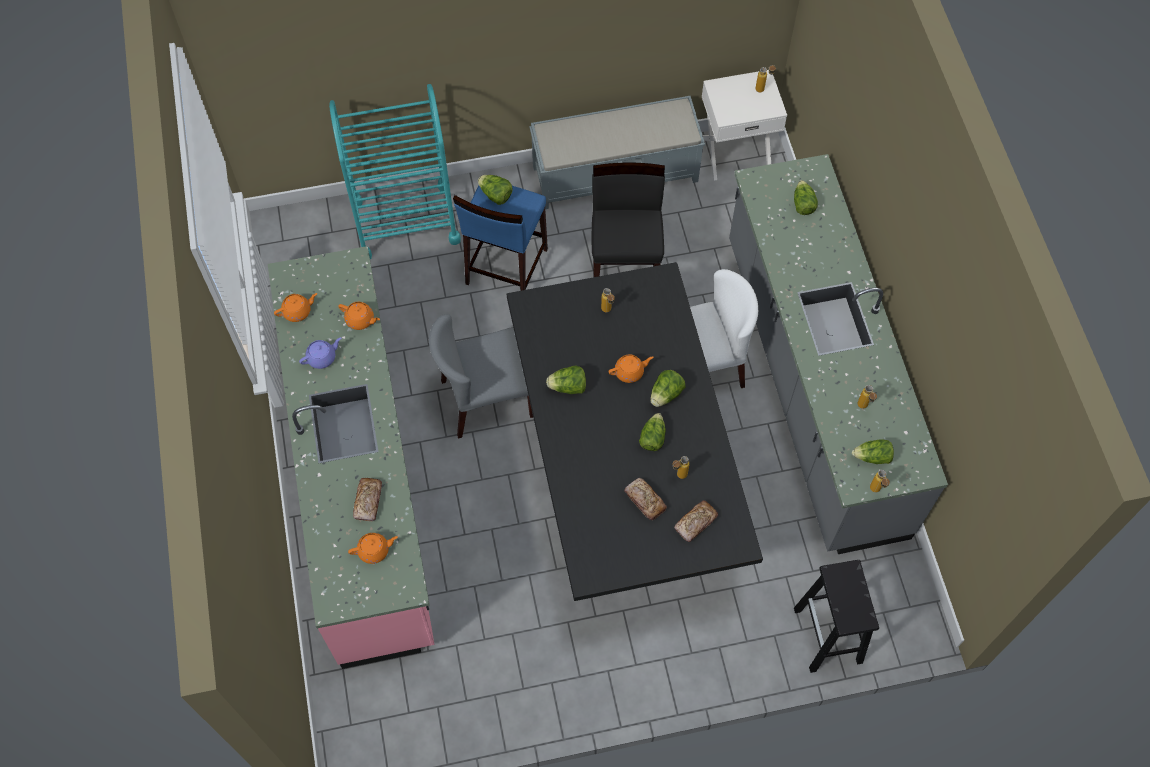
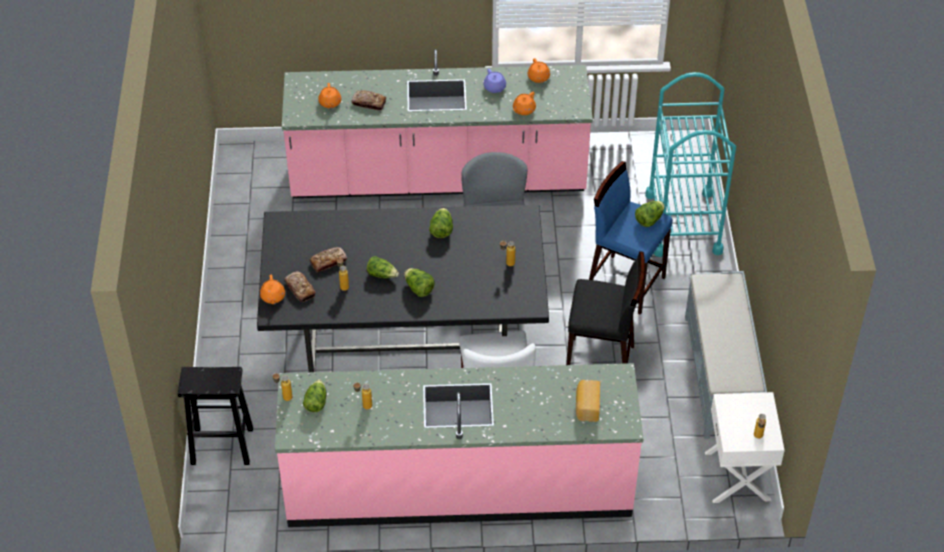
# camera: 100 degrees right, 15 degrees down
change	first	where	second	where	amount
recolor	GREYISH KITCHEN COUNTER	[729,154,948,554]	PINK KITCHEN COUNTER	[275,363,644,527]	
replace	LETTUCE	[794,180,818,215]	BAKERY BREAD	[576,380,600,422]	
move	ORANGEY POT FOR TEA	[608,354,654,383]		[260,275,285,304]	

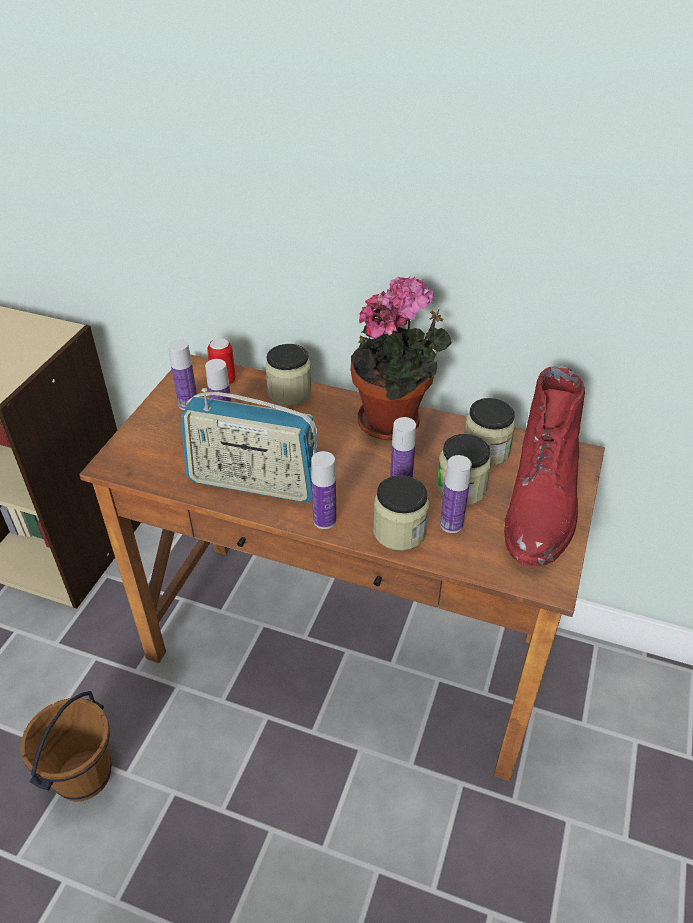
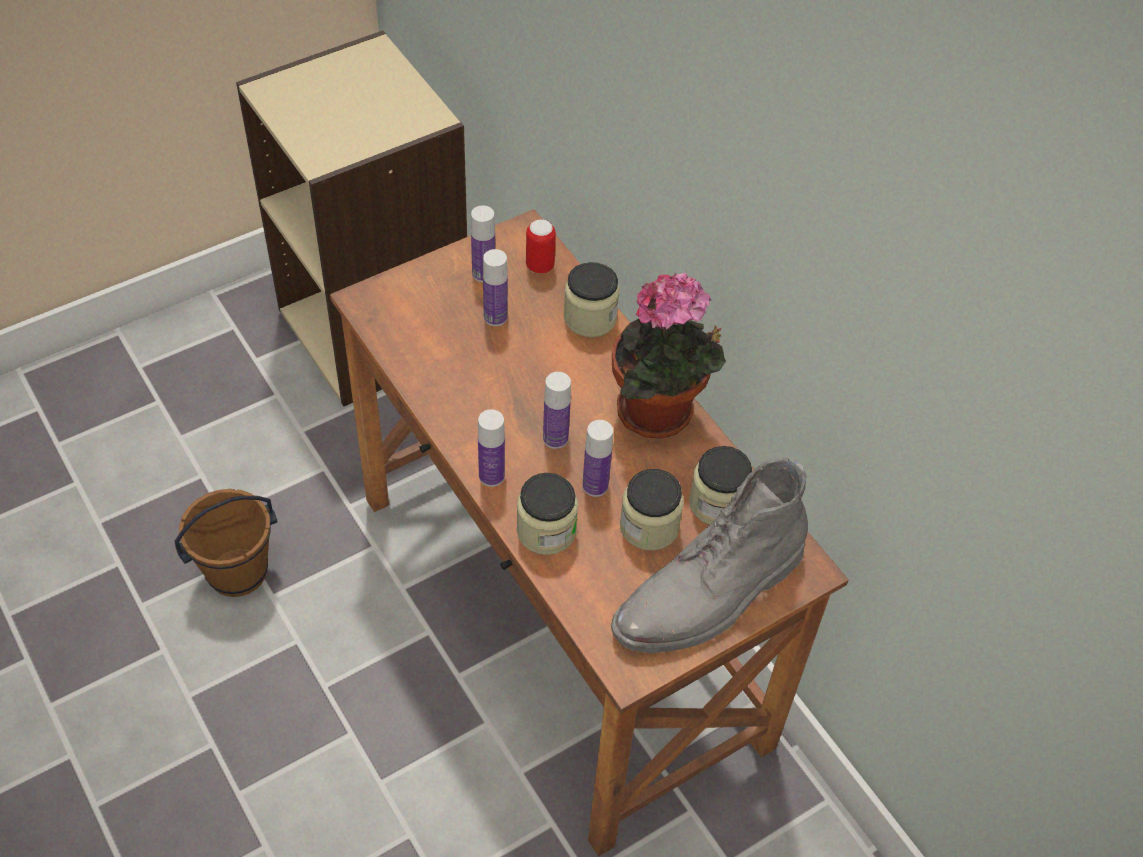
# camera: 35 degrees right, 10 degrees up
change	first	where	second	where	amount
recolor	RED HIGH-TOP BOOT	[504,366,585,567]	GREYISH HIGH-TOP BOOT	[611,457,808,653]	
delete	RADIO SET	[181,388,318,502]			
move	BOTTLE	[440,455,472,533]		[543,372,571,449]	

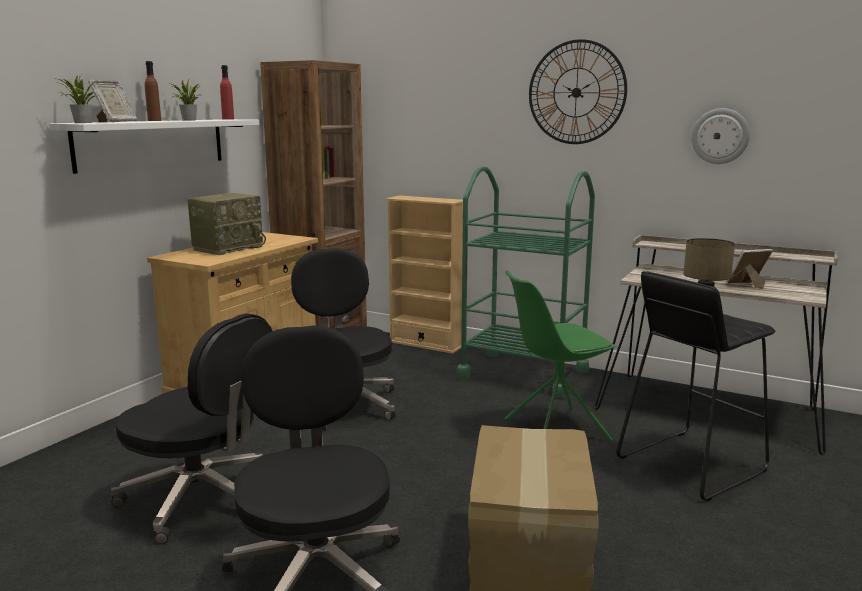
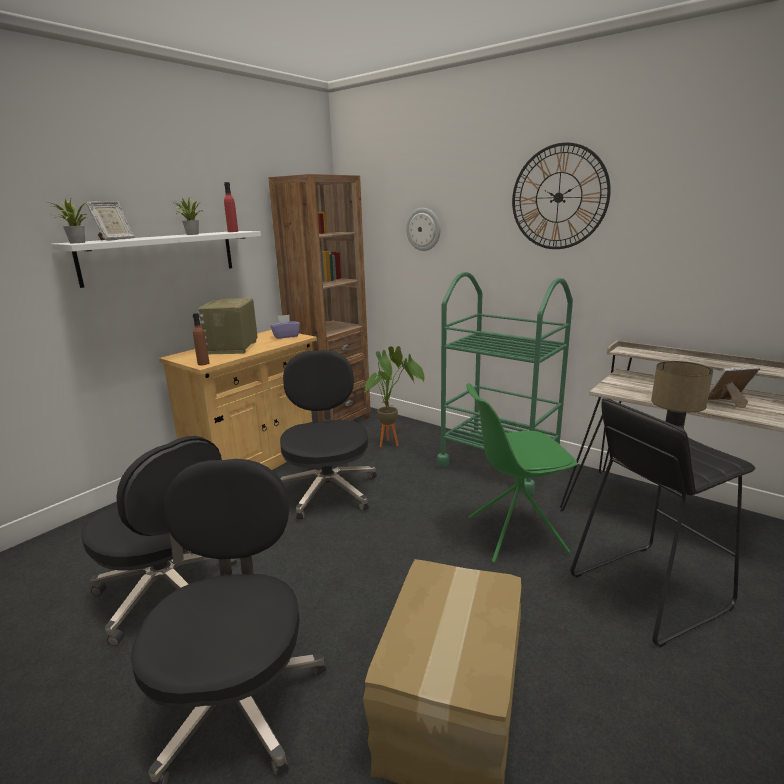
# camera: 10 degrees right, 5 degrees up
change	first	where	second	where	amount
move	BROWN BOTTLE	[145,61,161,121]		[193,313,209,365]	
move	CLOCK ON THE WALL	[691,108,750,164]		[406,208,440,251]	
rotate	RADIO SET	[187,193,266,255]		[199,298,258,354]	135 degrees clockwise
delete	BEIGE BOOKCASE	[386,195,463,354]			
insert			PURPLISH BOX OF TISSUES	[270,315,300,339]	
insert			PLANT IN A POT	[365,346,425,447]	

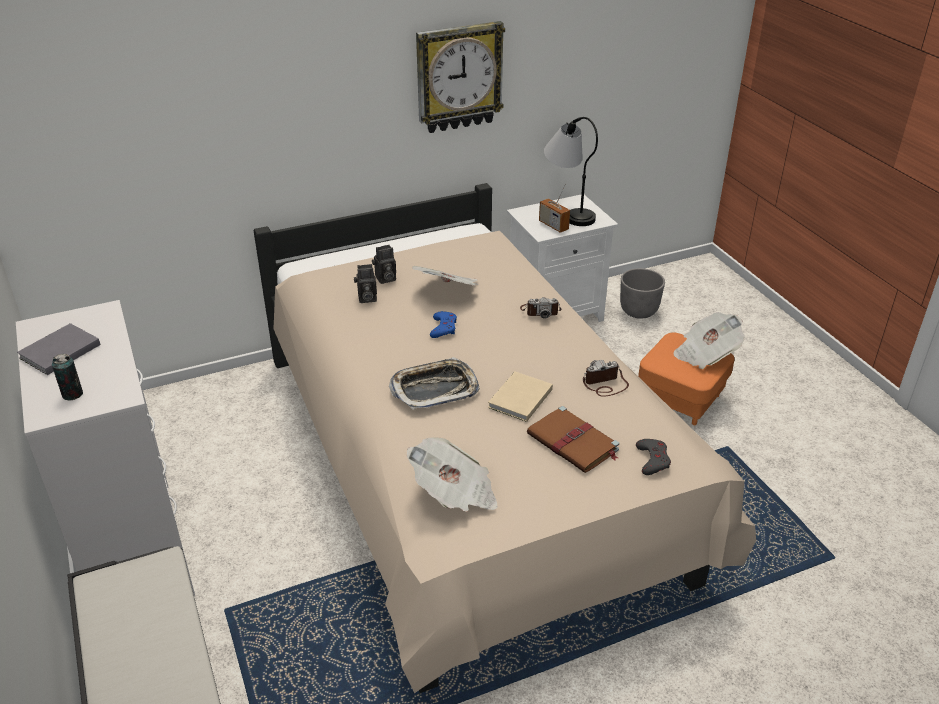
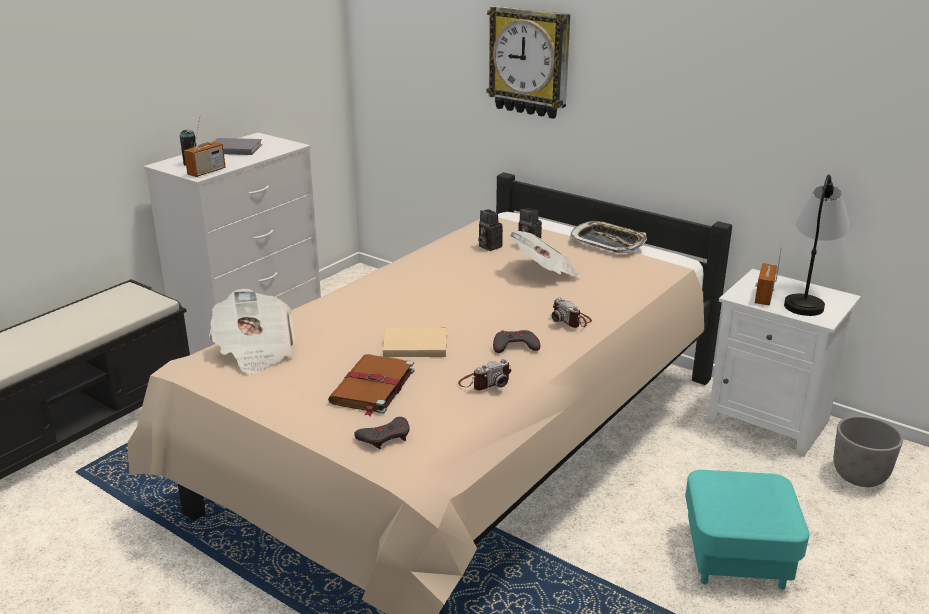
# camera: 60 degrees right, 10 degrees down
change	first	where	second	where	amount
move	CLOCK ON THE WALL	[416,21,505,133]		[486,6,570,119]	
delete	BLUISH JOYPAD	[430,311,457,338]			
delete	NEWSPAPER	[673,312,745,369]			
recolor	ORANGEY OTTOMAN	[638,333,735,425]	TURQUOISE OTTOMAN	[685,470,809,590]	
move	TRAY	[389,357,480,410]		[570,221,647,253]	
rotate	PHOTO CAMERA	[583,360,629,397]		[458,359,511,390]	105 degrees clockwise
insert			RADIO SET	[184,118,226,177]	
insert			GREYISH JOYPAD	[493,330,540,353]	

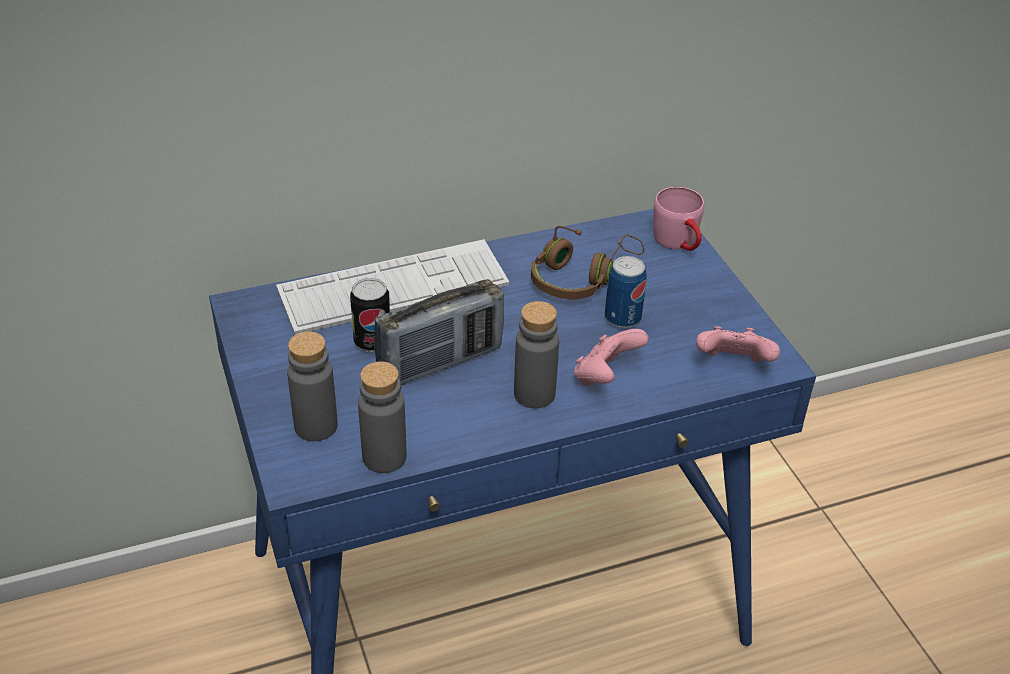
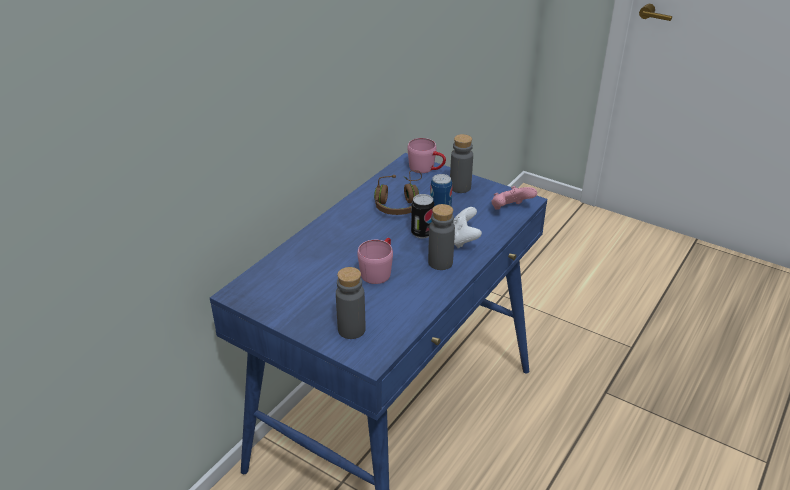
# camera: 35 degrees left, 5 degrees down
change	first	where	second	where	amount
delete	KEYBOARD	[276,239,509,335]			
move	SEALED CAN	[350,278,390,352]		[411,194,434,239]	
replace	RADIO SET	[374,279,504,385]	PINK TEA MUG	[357,238,393,284]	
recolor	PINK JOYPAD	[574,329,649,386]	WHITISH JOYPAD	[453,207,482,248]	
move	GREYISH BOTTLE	[358,361,407,473]		[450,134,473,193]	

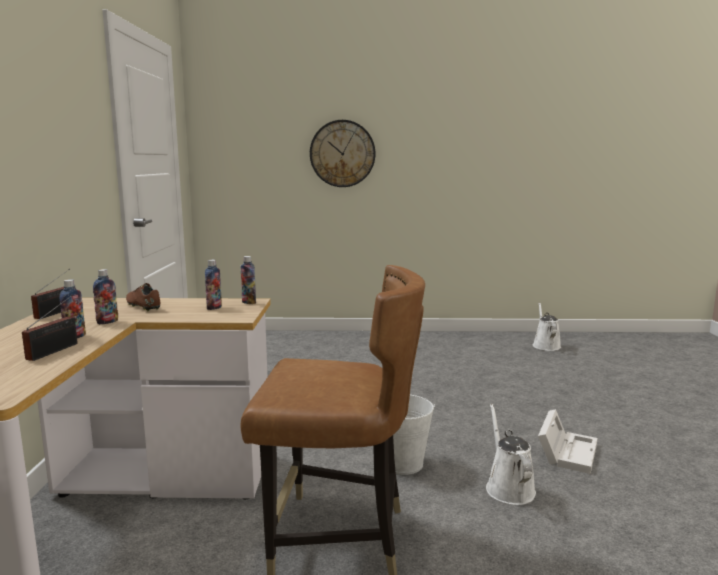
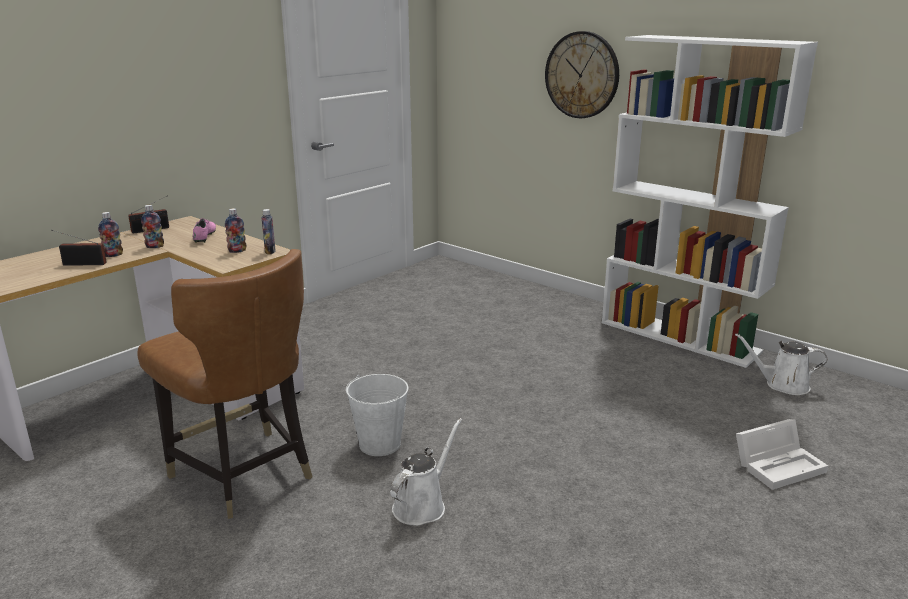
# camera: 40 degrees right, 10 degrees up
change	first	where	second	where	amount
recolor	BROWN LOW SHOE	[126,283,160,311]	PINK LOW SHOE	[193,218,216,243]	
rotate	RADIO SET	[22,295,78,361]		[51,230,106,266]	150 degrees counterclockwise
rotate	WHITISH WATERING CAN	[533,303,561,351]		[735,333,827,395]	120 degrees counterclockwise
move	WHITISH STORAGE BOX	[538,409,597,474]		[736,419,828,490]	
insert			WHITISH BOOKCASE	[602,35,818,368]	

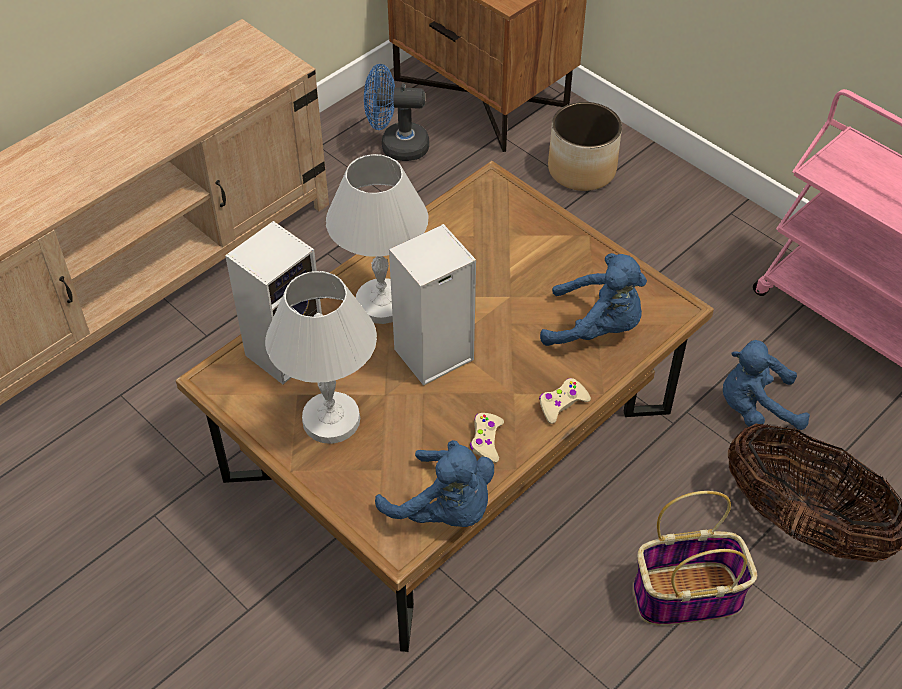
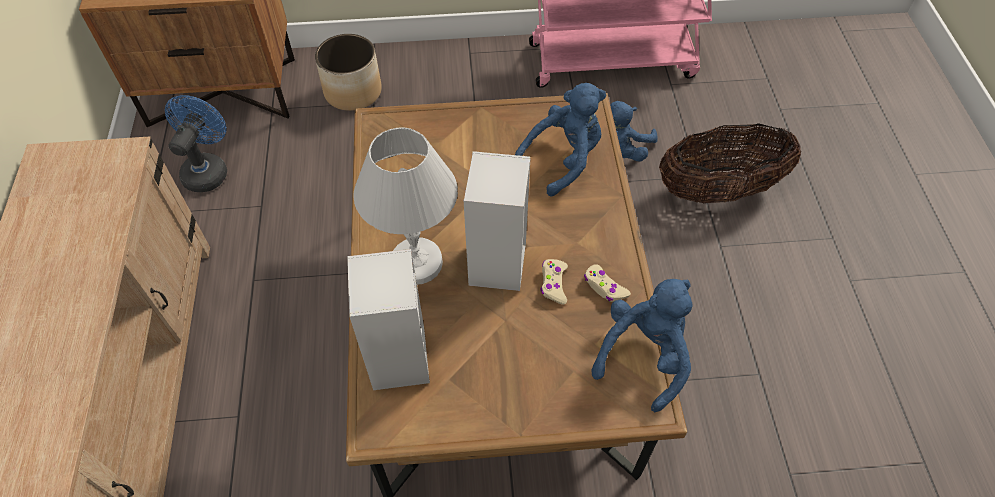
# camera: 50 degrees left, 5 degrees up
change	first	where	second	where	amount
rotate	BLUISH COOLING FAN	[364,64,429,161]		[165,95,227,192]	150 degrees clockwise
delete	WHITISH TABLE LAMP	[265,271,377,444]			
move	BEIGE JOYPAD	[539,378,591,424]		[540,259,568,305]	
rotate	BLUISH CUDDLY TOY	[375,440,494,527]		[592,279,692,412]	45 degrees counterclockwise
delete	BASKET	[633,491,757,626]			

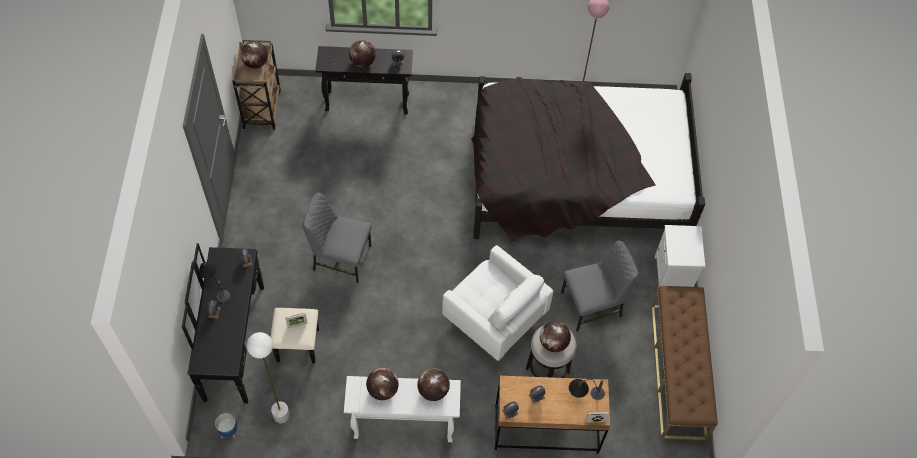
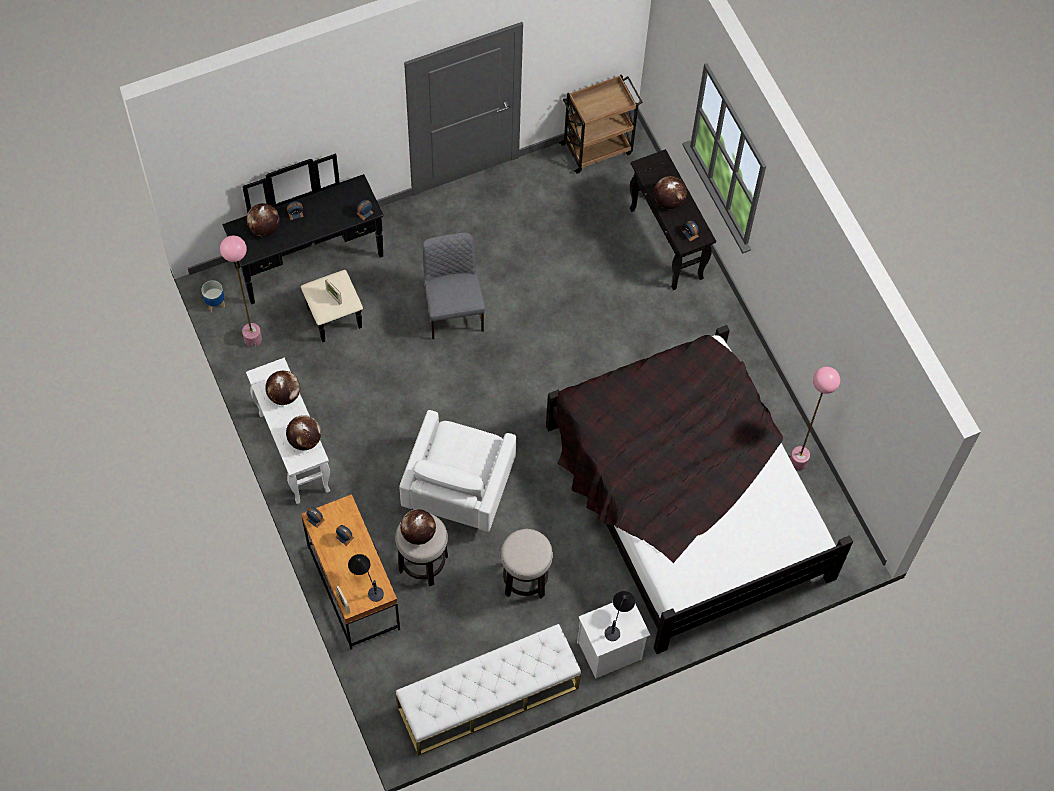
# camera: 65 degrees right, 5 degrees up
change	first	where	second	where	amount
move	DESK GLOBE	[241,41,268,68]		[247,203,280,237]	
replace	GREYISH PLAIN CHAIR	[561,241,638,332]	STOOL SEAT	[500,529,553,599]	
move	TABLE LAMP	[199,262,230,302]		[605,591,635,641]	
recolor	BROWN BENCH	[651,286,718,440]	WHITISH BENCH	[396,624,581,756]	
recolor	WHITISH STANDARD LAMP	[247,332,290,423]	PINK STANDARD LAMP	[220,235,262,347]	

